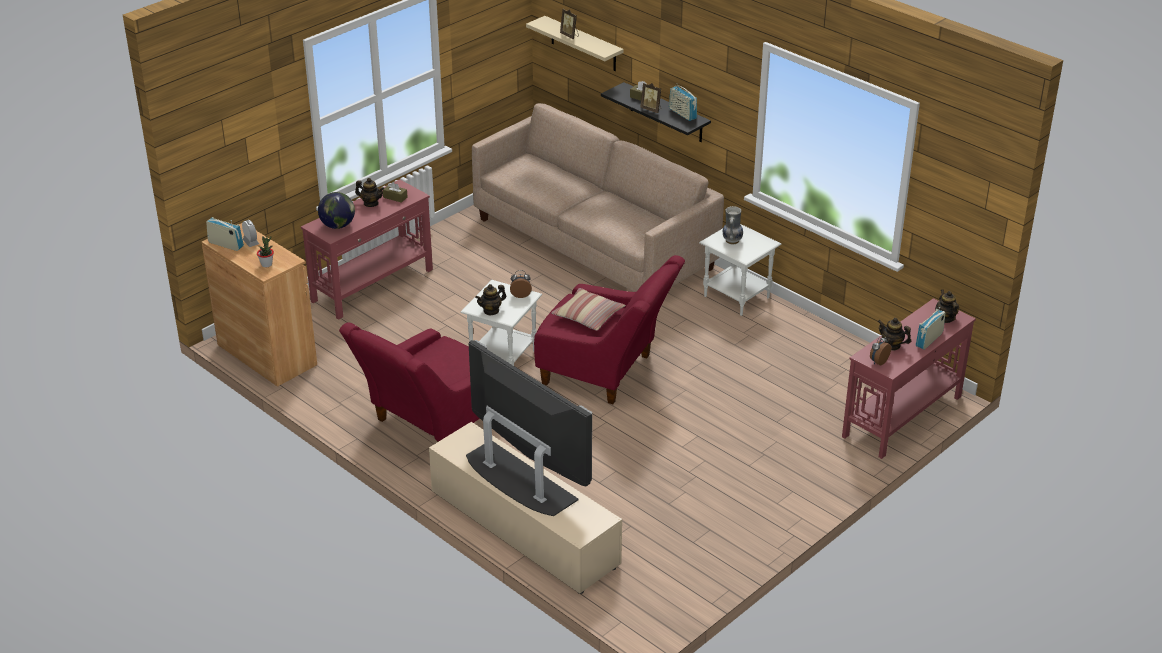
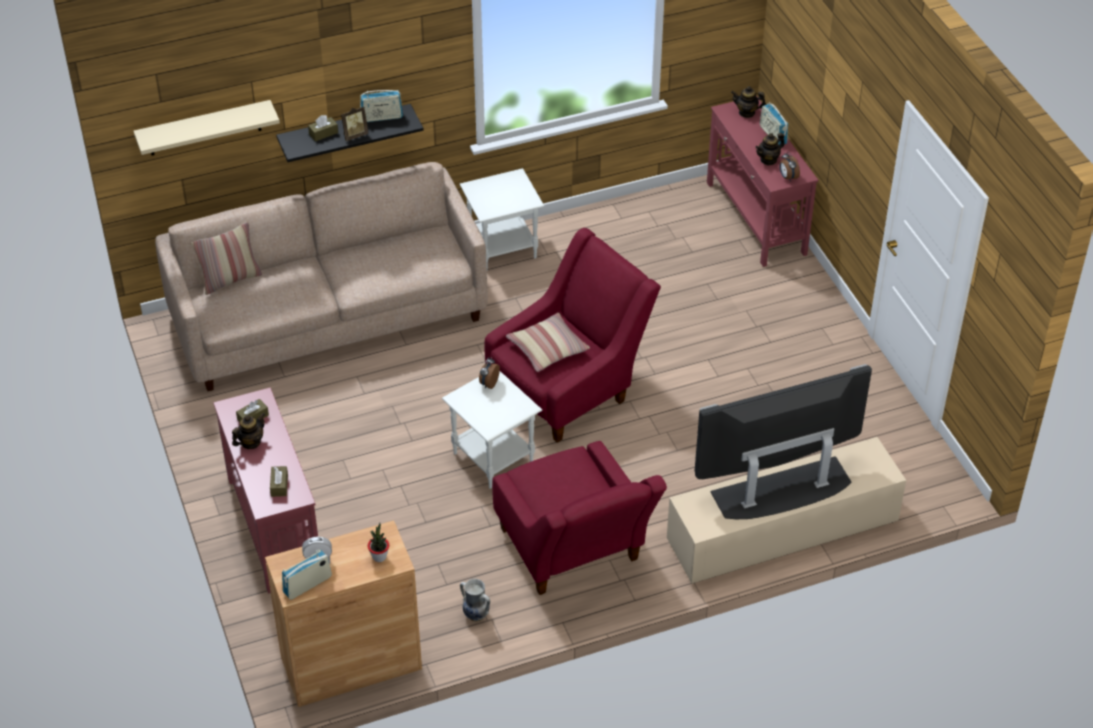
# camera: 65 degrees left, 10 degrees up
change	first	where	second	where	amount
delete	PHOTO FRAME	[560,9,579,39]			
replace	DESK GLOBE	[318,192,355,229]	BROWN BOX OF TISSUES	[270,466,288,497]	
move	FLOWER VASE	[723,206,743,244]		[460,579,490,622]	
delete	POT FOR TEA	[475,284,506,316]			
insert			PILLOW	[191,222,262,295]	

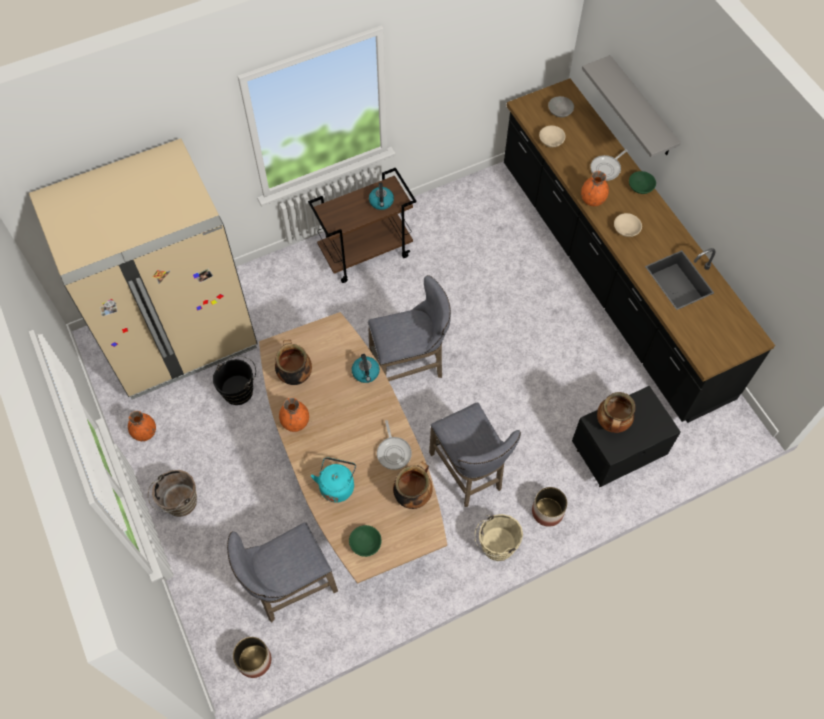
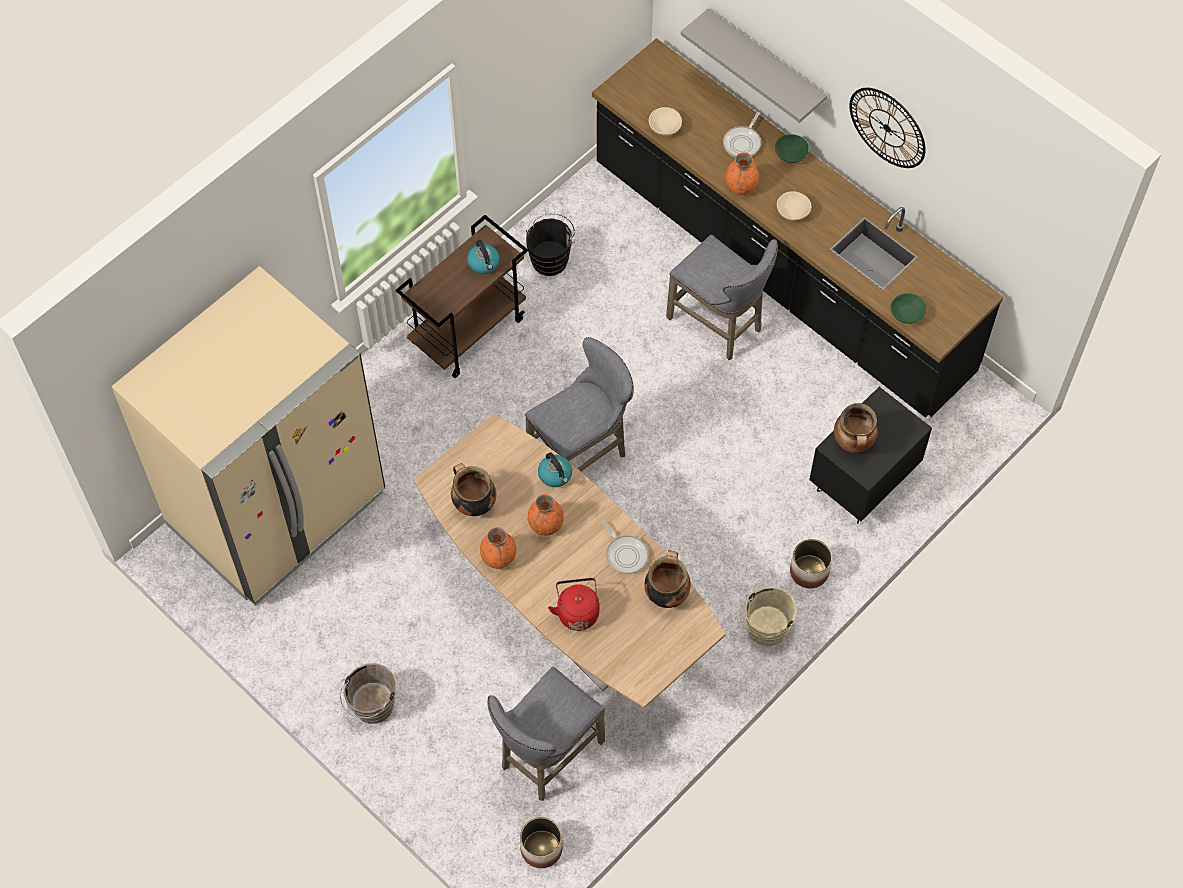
# camera: 20 degrees left, 0 degrees up
change	first	where	second	where	amount
delete	GREYISH SERVING BOWL	[548,96,574,117]			
move	BLACK PAIL	[213,356,256,405]		[526,214,575,276]	
move	GREYISH STOOL SEAT	[429,402,521,507]		[666,235,778,360]	
move	ORANGEY FLOWER VASE	[128,411,156,441]		[528,494,564,536]	
recolor	TURQUOISE KETTLE	[311,457,356,503]	RED KETTLE	[548,578,599,631]	
move	GREEN SERVING BOWL	[349,525,382,557]		[890,293,926,324]	
insert			CLOCK ON THE WALL	[849,88,926,168]	

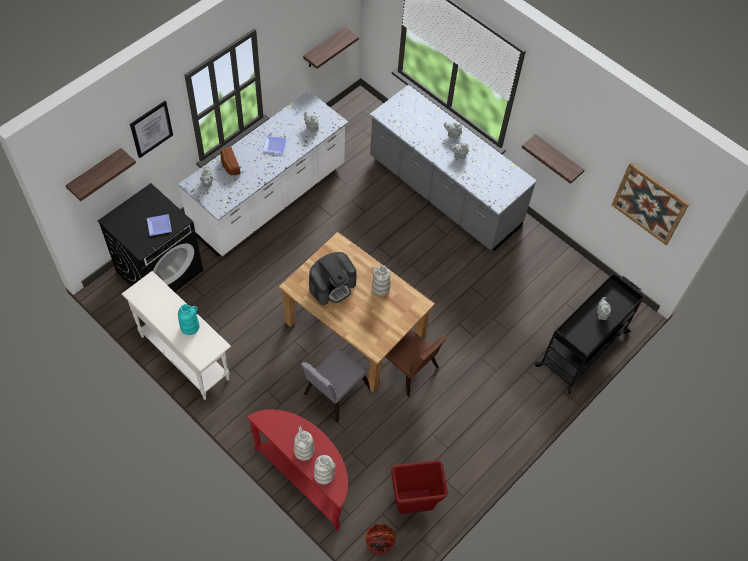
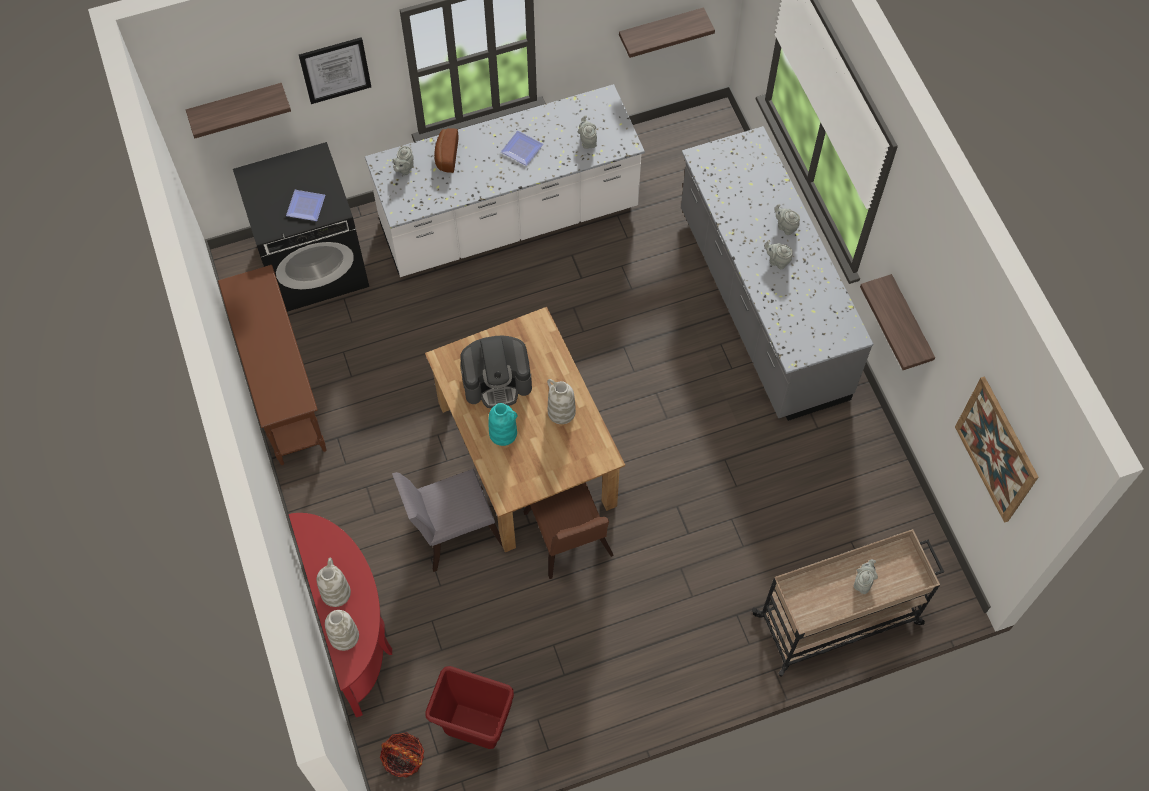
# camera: 30 degrees right, 5 degrees up
change	first	where	second	where	amount
recolor	WHITISH CONSOLE TABLE	[122,271,231,400]	BROWN CONSOLE TABLE	[218,265,327,465]	
recolor	BLACK WHEELED CART	[535,273,644,394]	BEIGE WHEELED CART	[752,529,944,677]	
move	TURQUOISE FLOWER VASE	[178,304,200,335]		[489,403,517,446]	

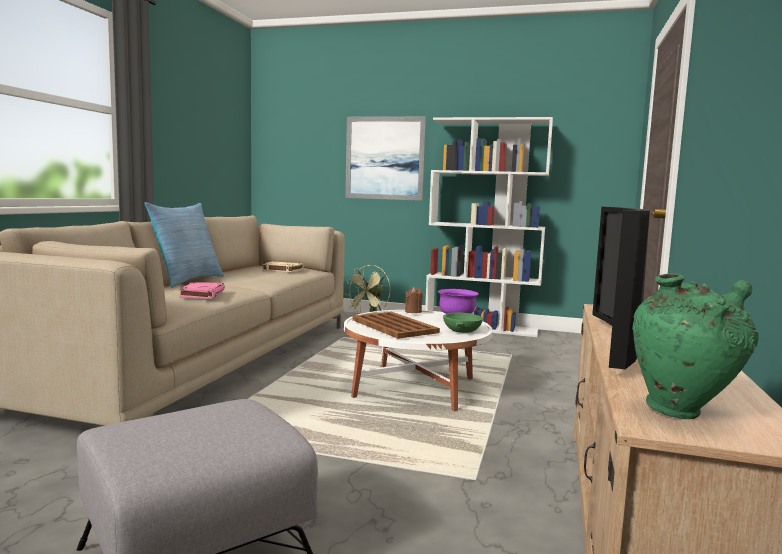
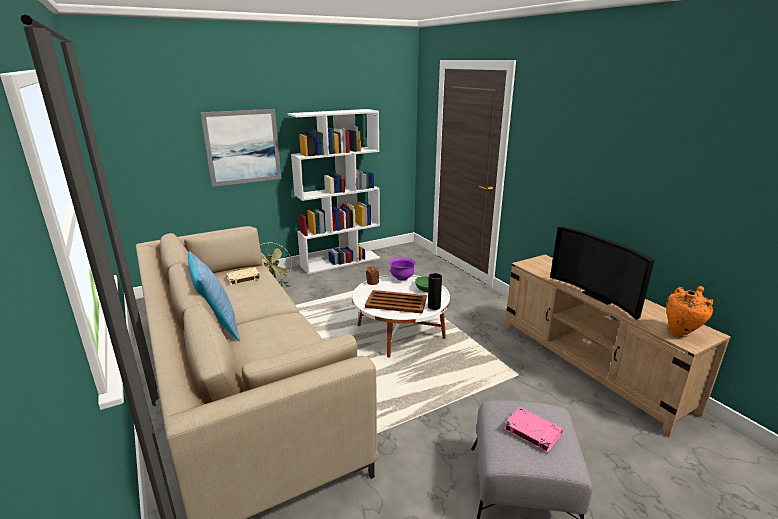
# camera: 45 degrees left, 15 degrees up
change	first	where	second	where	amount
recolor	GREEN FLOWER VASE	[632,274,759,419]	ORANGEY FLOWER VASE	[666,286,713,337]	
move	PINK BOOK	[179,282,225,299]		[504,407,563,453]	
insert			BLACK FLOWER VASE	[428,273,442,310]	

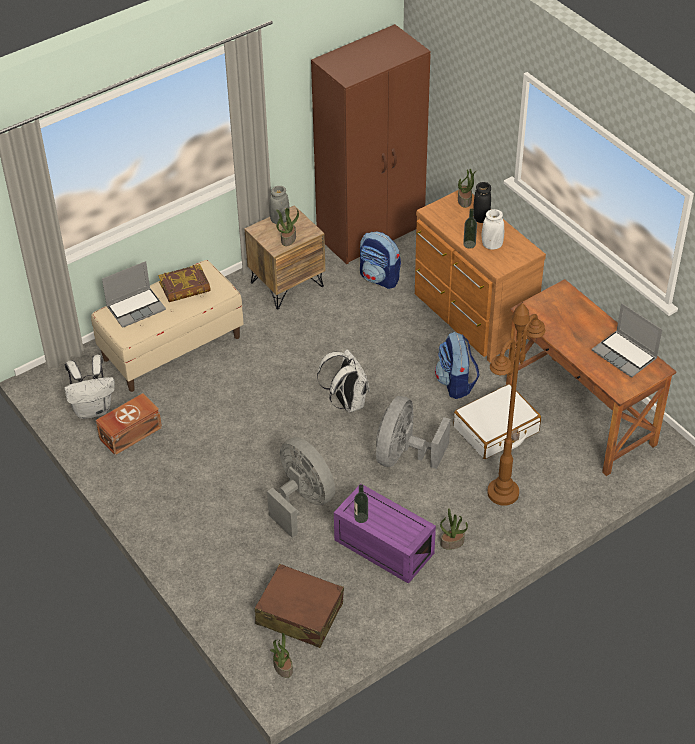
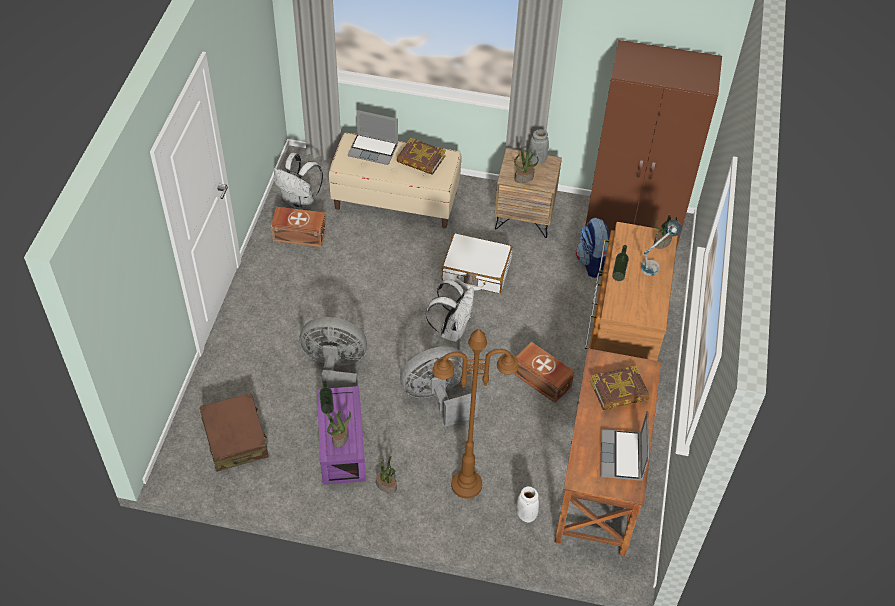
# camera: 45 degrees right, 5 degrees up
change	first	where	second	where	amount
replace	BLACK FLOWER VASE	[473,182,491,223]	TABLE LAMP	[641,220,682,276]	
move	WHITISH FLOWER VASE	[482,209,504,250]		[516,486,539,522]	
replace	BACKPACK	[435,332,480,399]	BROWN STORAGE BOX	[514,342,574,403]	
move	WHITISH SUITCASE	[454,384,541,459]		[441,233,513,294]	
rotate	GREYISH COOLING FAN	[267,437,335,538]		[299,317,367,388]	90 degrees counterclockwise
move	PLANT IN A POT	[270,633,293,678]		[326,411,351,448]	
insert			BOOK	[590,366,649,410]	

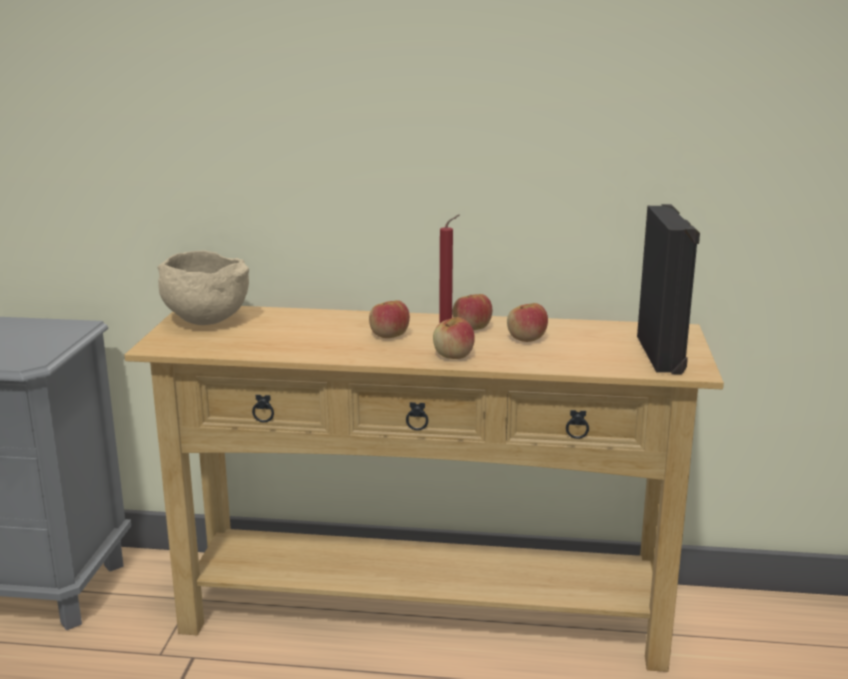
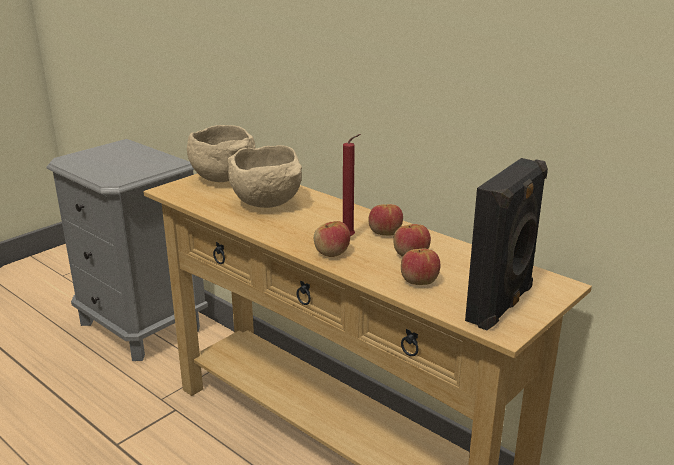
# camera: 35 degrees right, 5 degrees up
change	first	where	second	where	amount
move	APPLE	[369,300,410,338]		[401,249,440,285]	
insert			BEIGE SERVING BOWL	[228,145,302,208]	

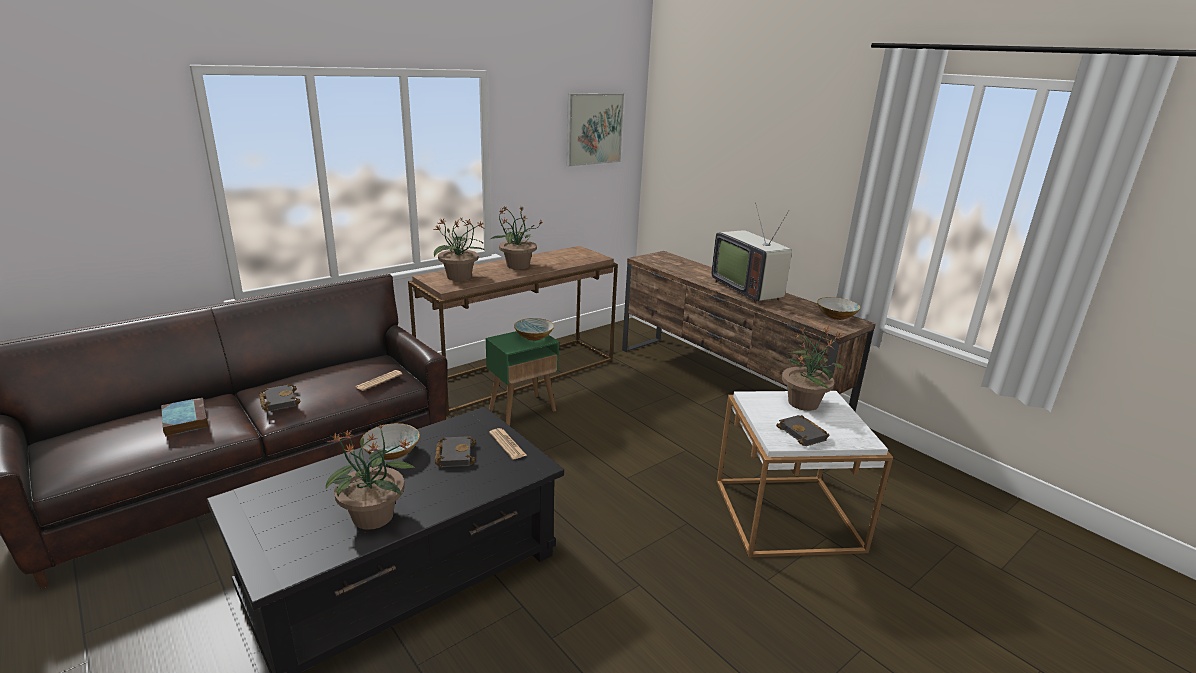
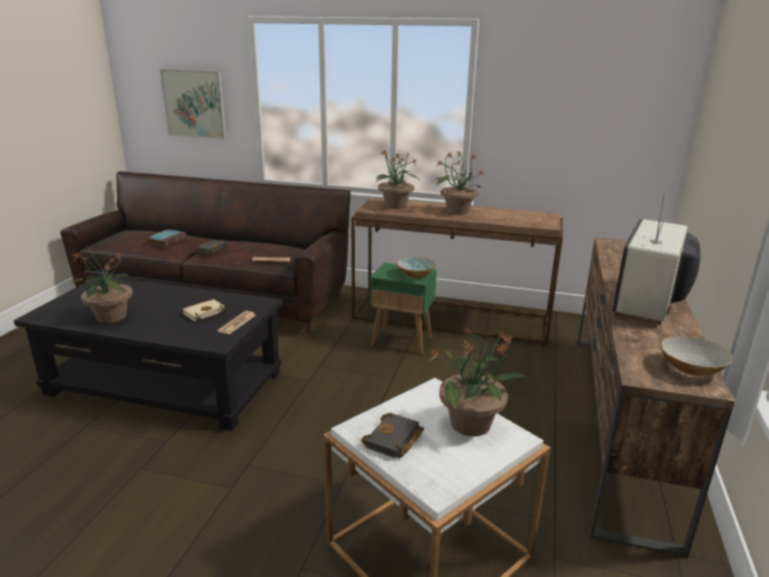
# camera: 55 degrees right, 0 degrees up
change	first	where	second	where	amount
move	WALL PICTURE	[567,93,624,166]		[160,69,226,139]	
delete	SERVING BOWL	[362,423,420,460]			
recolor	BLACK BOOK	[435,436,476,467]	BEIGE BOOK	[182,299,226,322]	

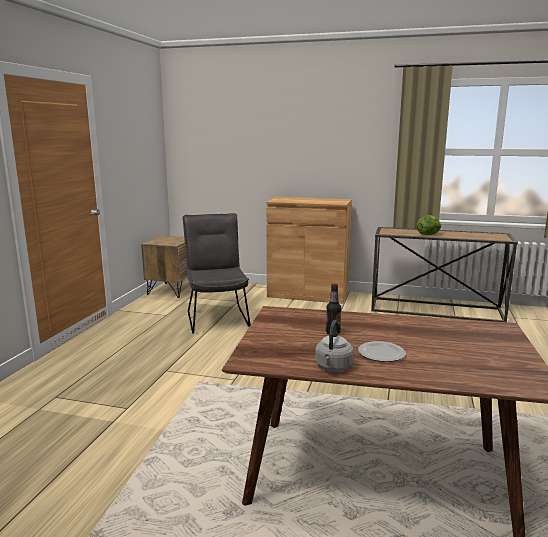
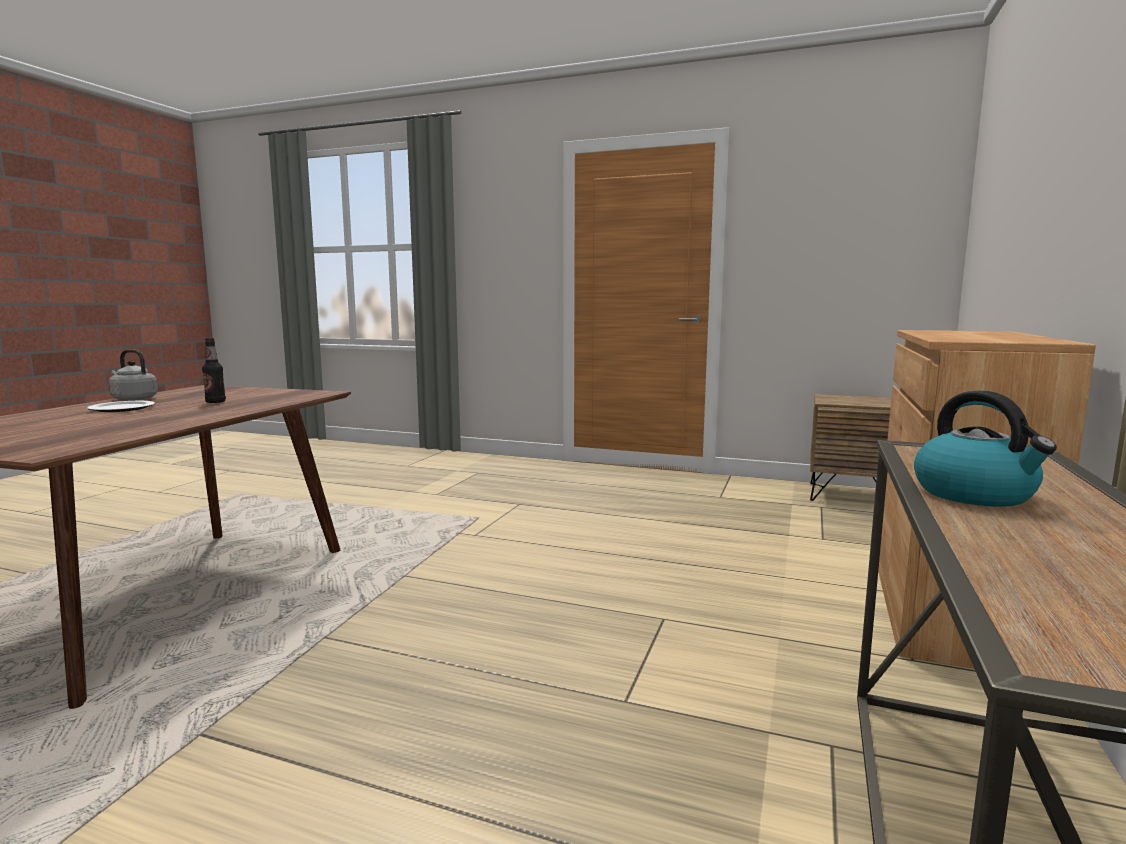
# camera: 95 degrees right, 5 degrees down
change	first	where	second	where	amount
delete	GREYISH PLAIN CHAIR	[183,213,251,334]			
replace	LETTUCE	[416,215,441,235]	KETTLE	[914,391,1057,507]	

